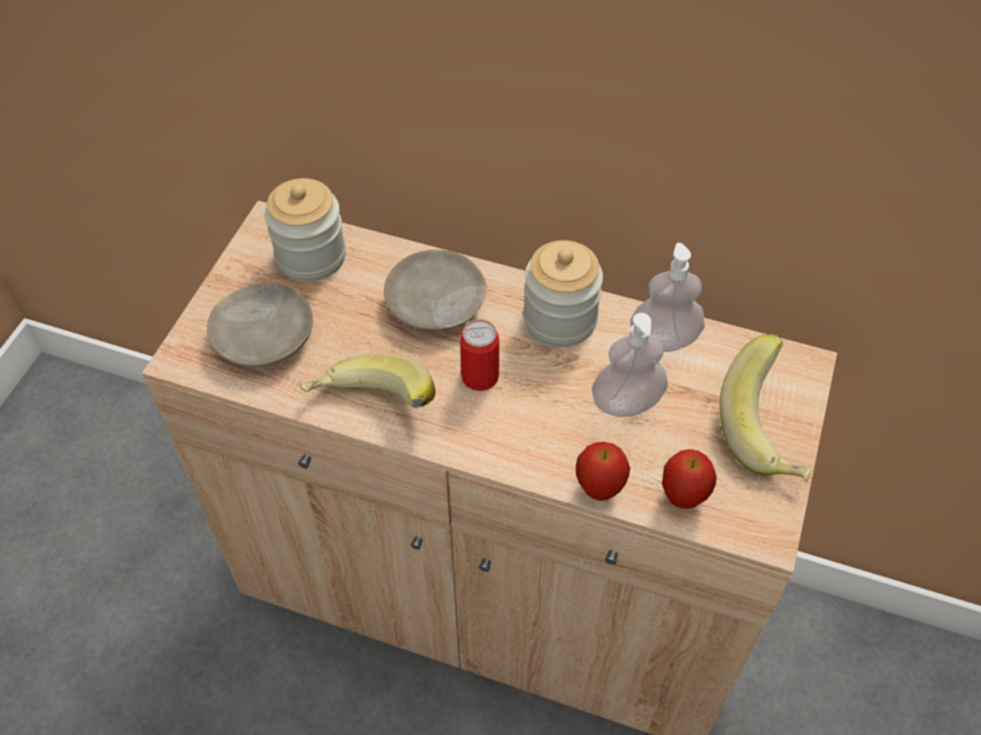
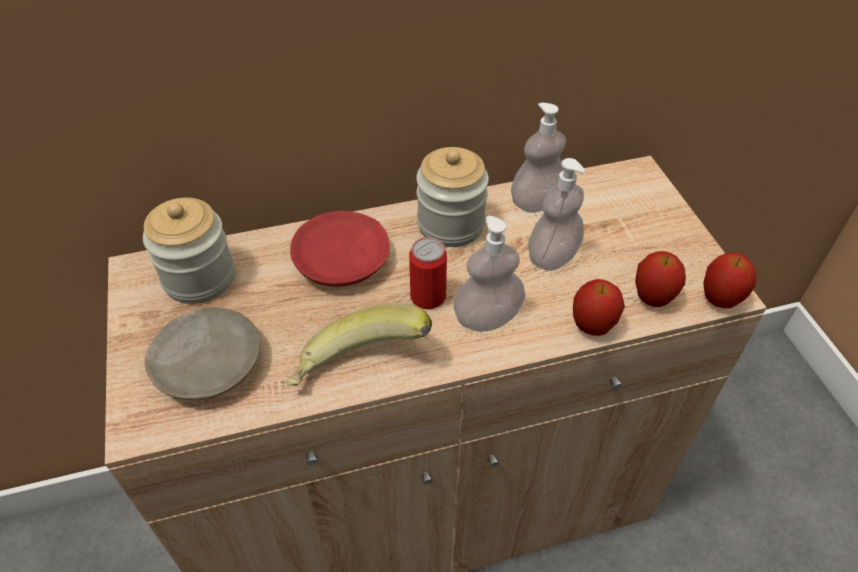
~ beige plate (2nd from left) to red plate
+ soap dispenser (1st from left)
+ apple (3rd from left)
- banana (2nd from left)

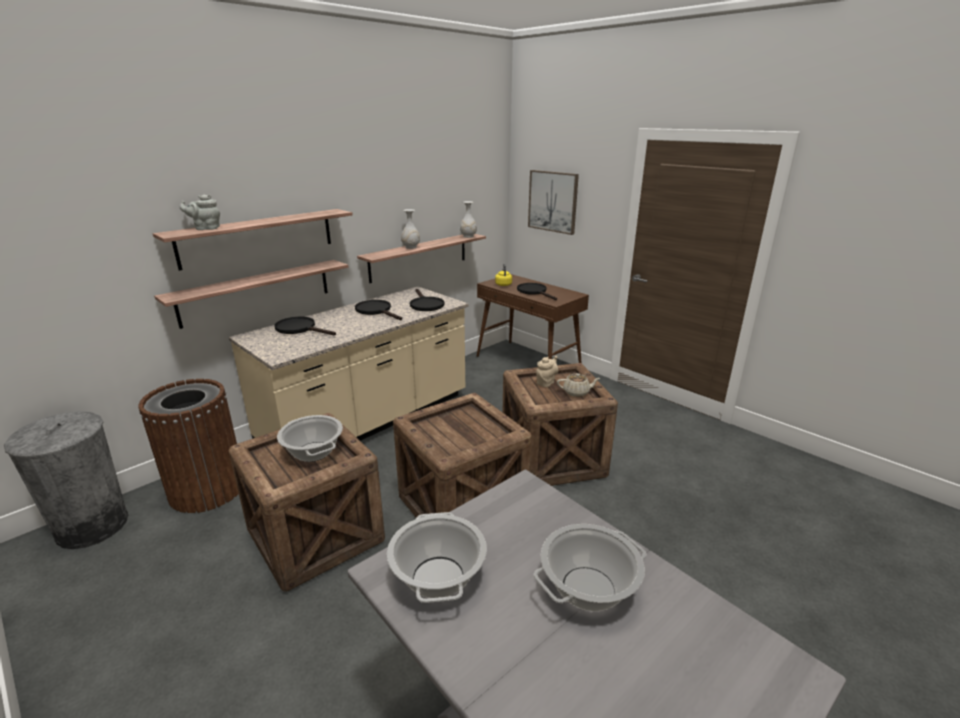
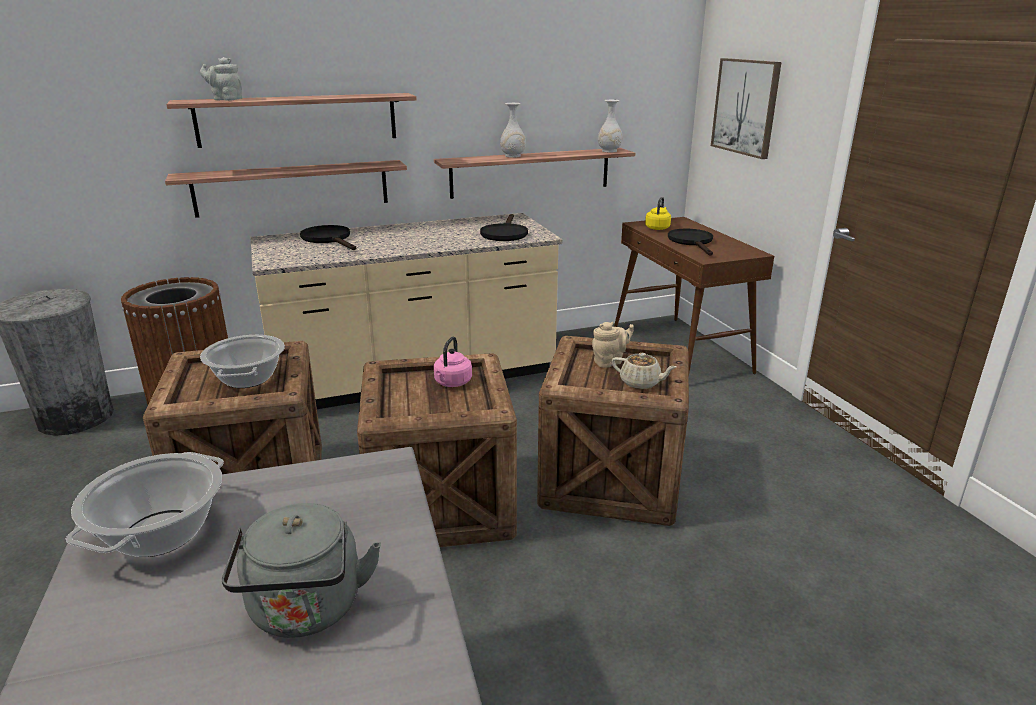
~ cooking pot (3rd from left) to grey kettle
+ pink kettle
- black frying pan (2nd from left)

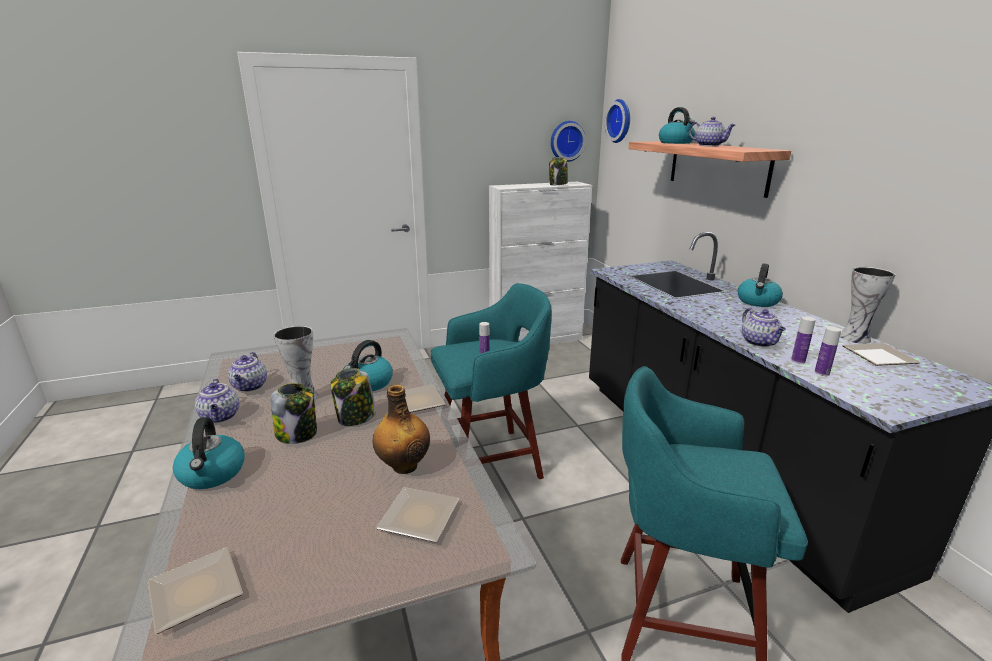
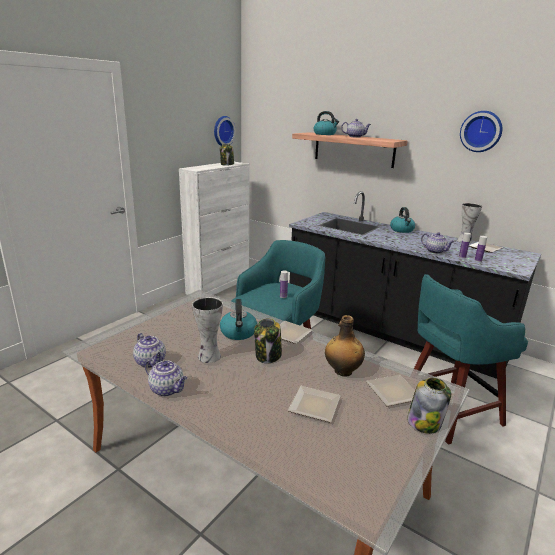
~ plate (1st from left in the first image) to plate (2nd from left)
~ jar (1st from left in the first image) to jar (3rd from left)
~ wall clock (2nd from left)
- kettle (1st from left)

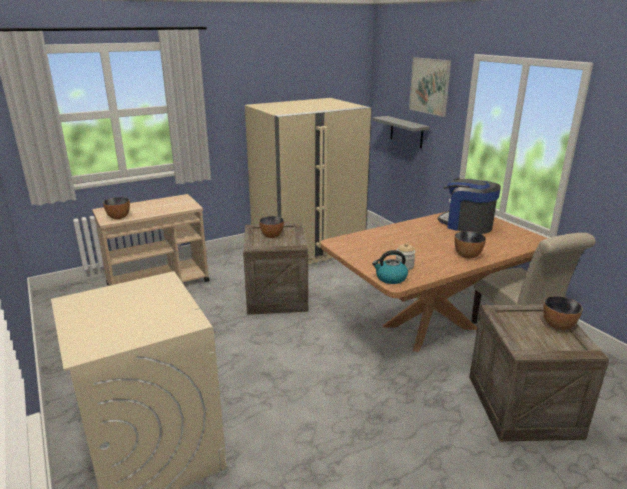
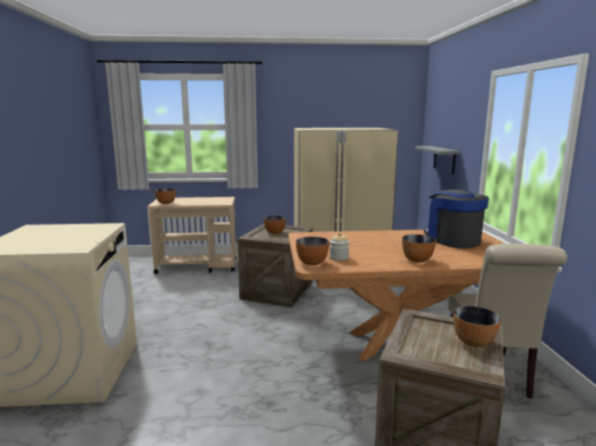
~ kettle to bowl (3rd from left)
- picture

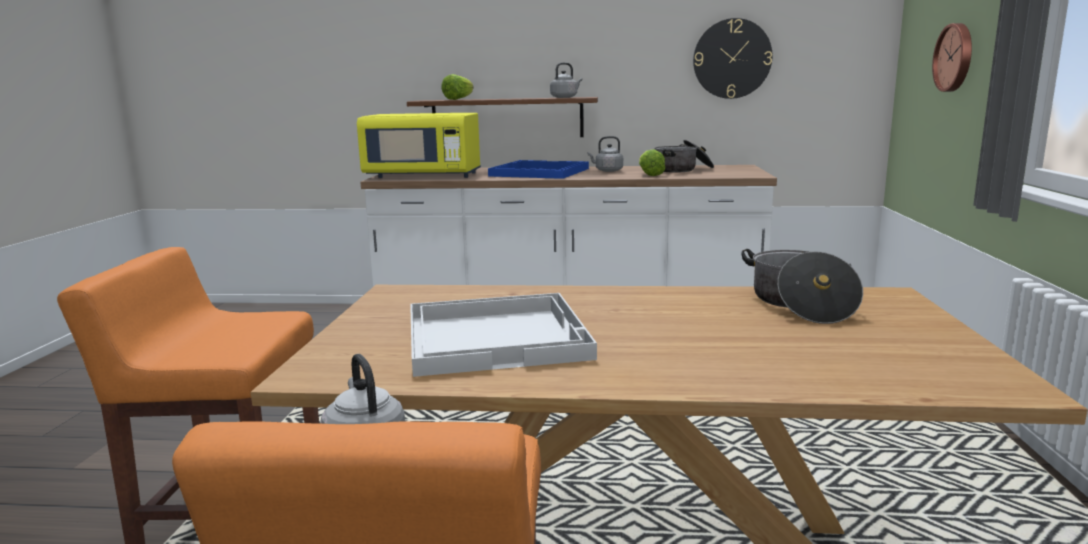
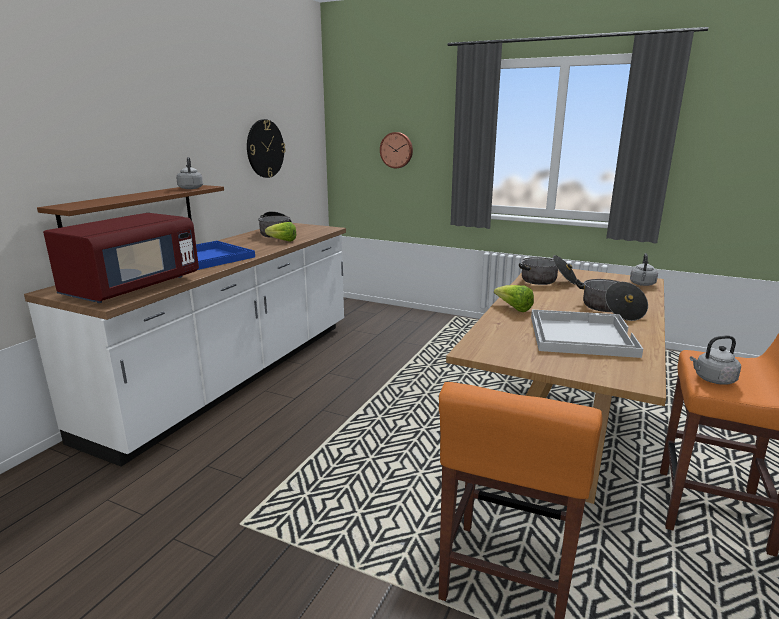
~ yellow microwave to red microwave
~ lettuce (1st from left in the first image) to lettuce (2nd from left)
+ cooking pot (3rd from left)
~ grey kettle (3rd from left in the first image) to grey kettle (2nd from left)

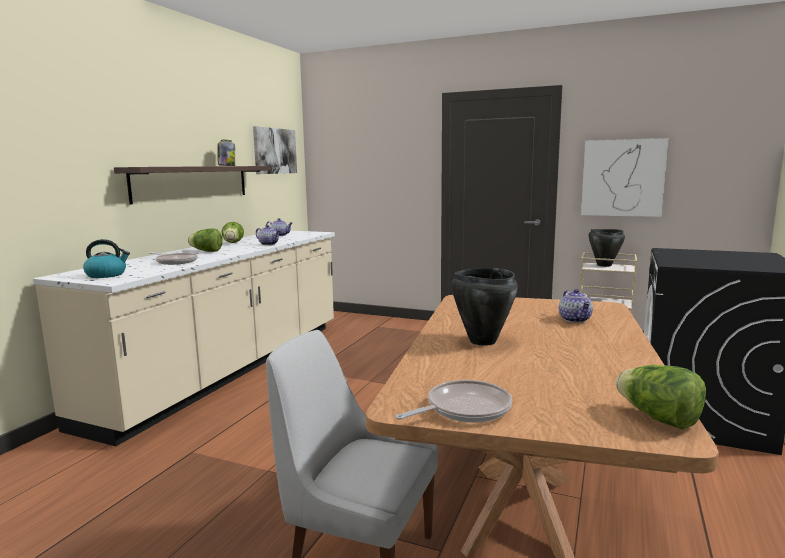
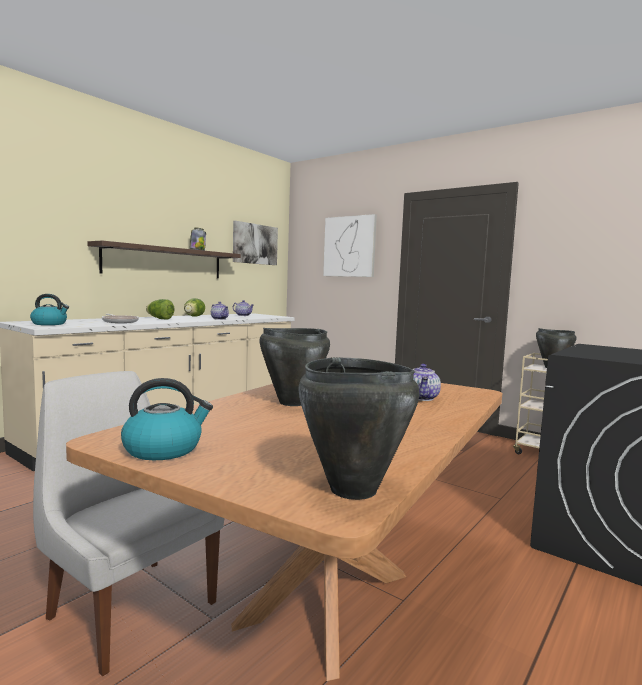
~ frying pan (2nd from left) to kettle (2nd from left)
~ lettuce (3rd from left) to black cooking pot (2nd from left)
~ picture (2nd from left)

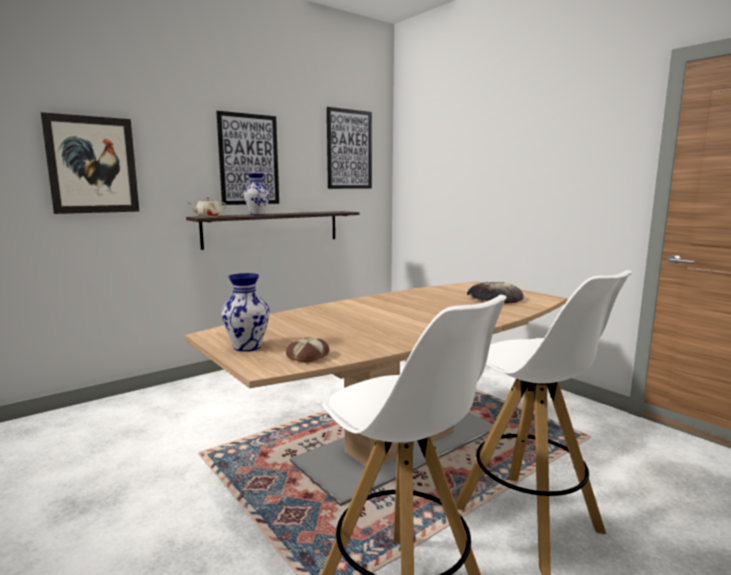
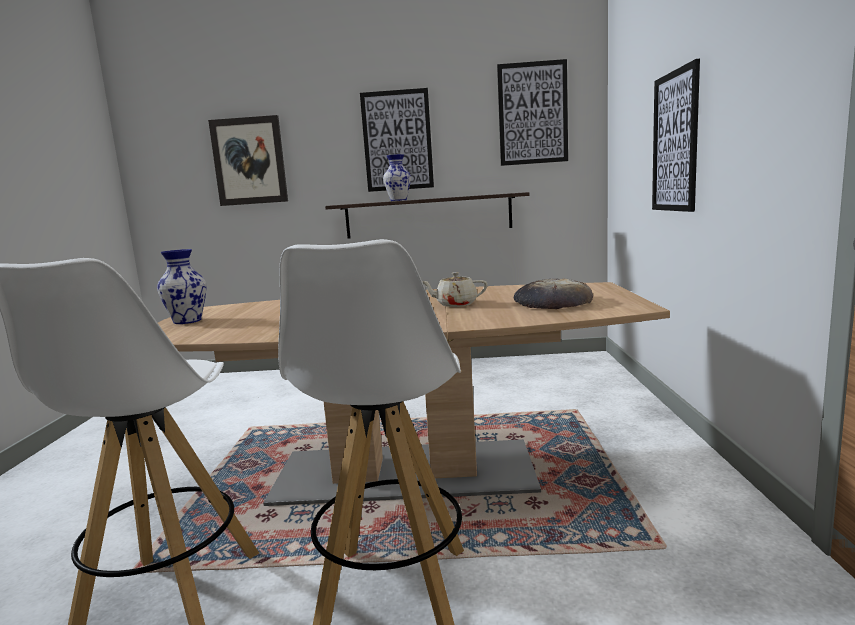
~ beige teapot
+ picture (4th from left)
- bread (1st from left)

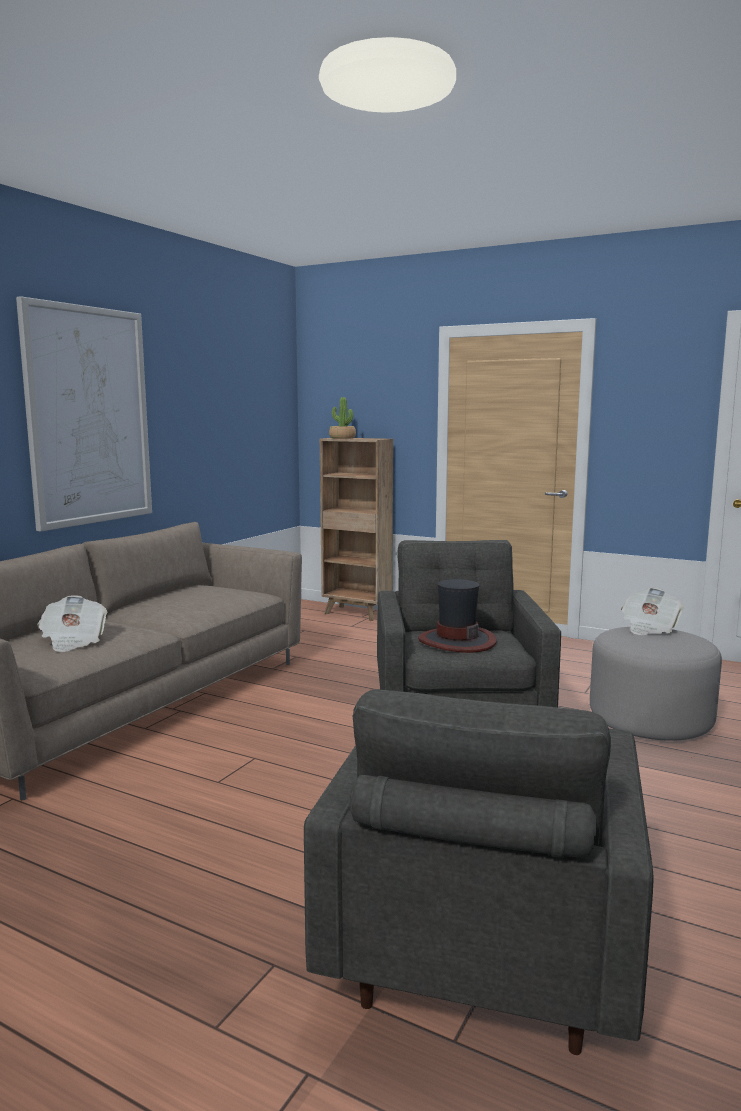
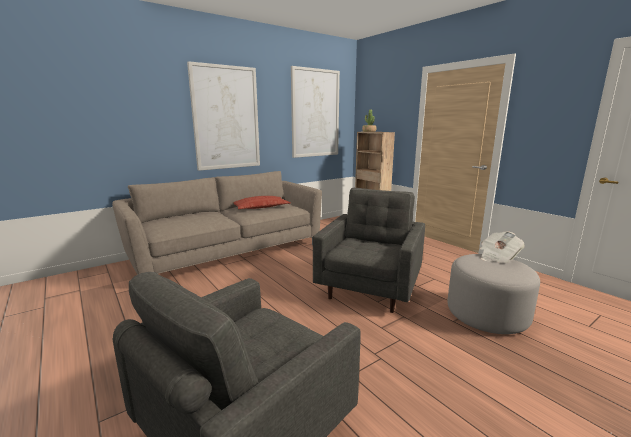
+ pillow
+ picture (2nd from left)
- newspaper (1st from left)
- hat

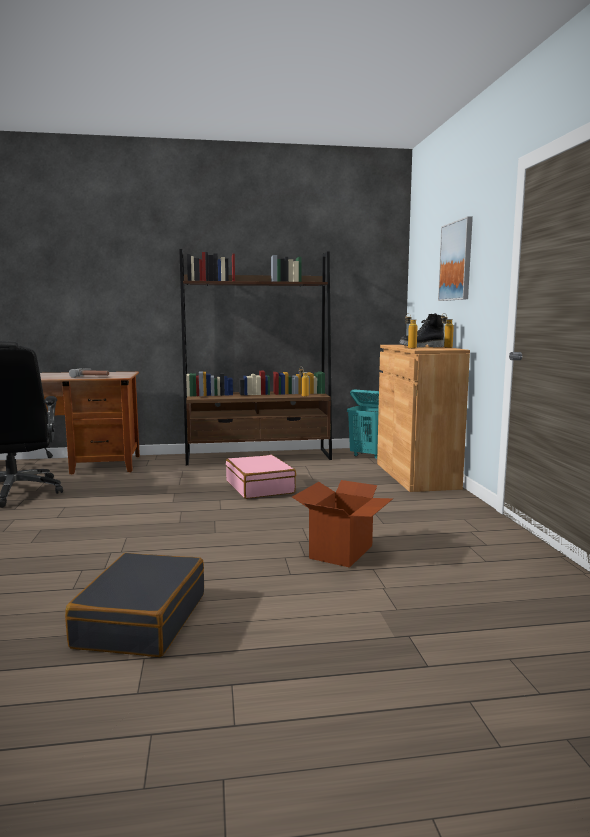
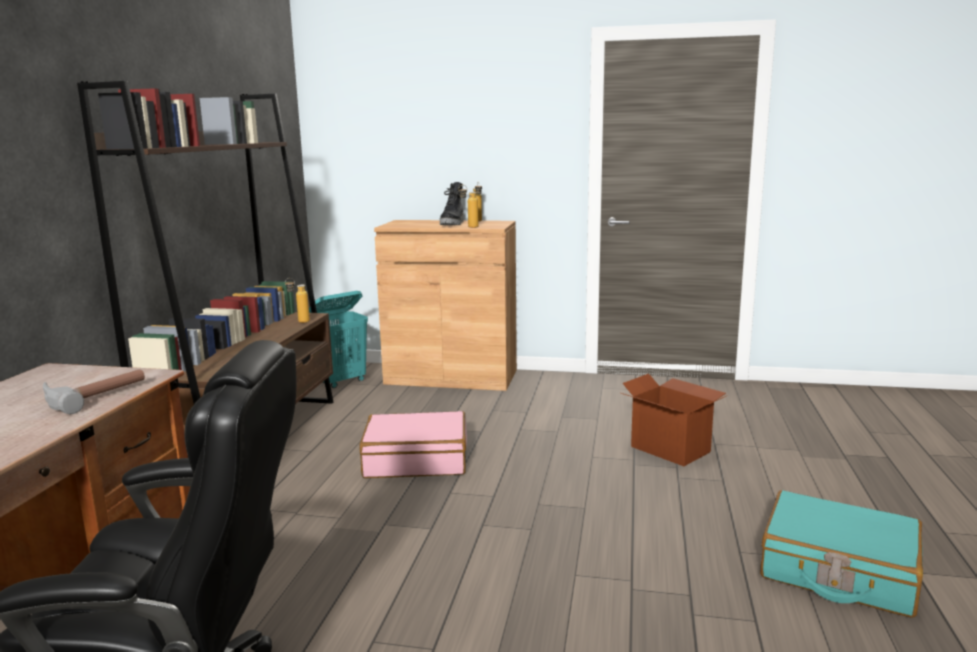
~ black suitcase to turquoise suitcase
- picture

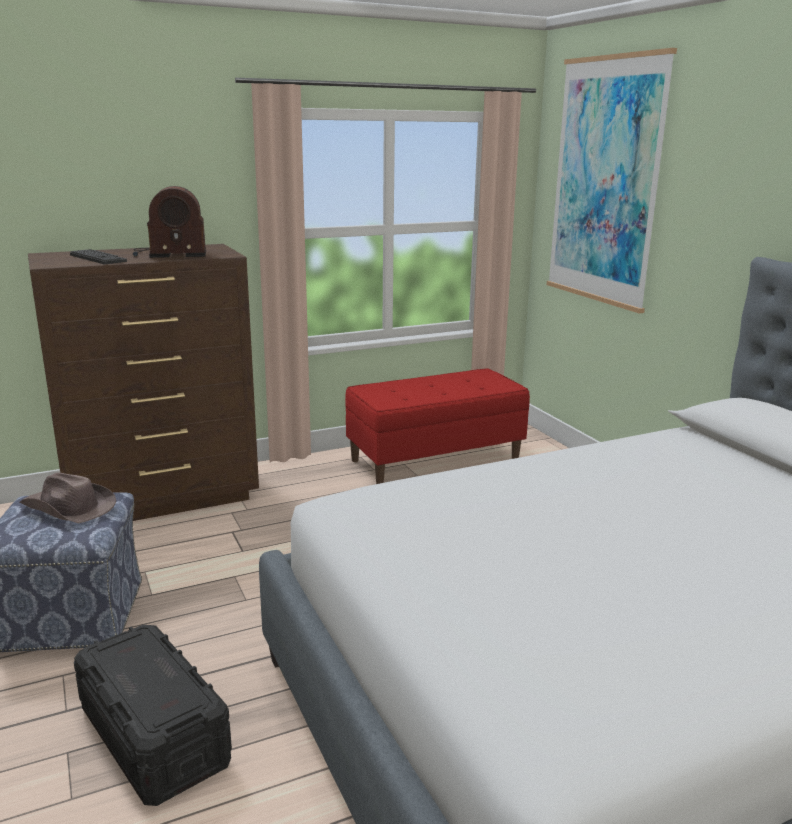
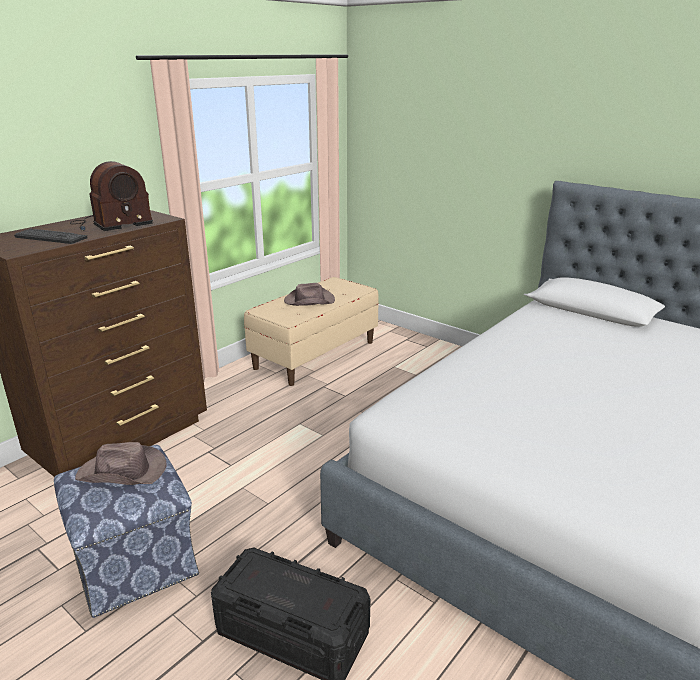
~ red bench to beige bench
+ brown hat (2nd from left)
- picture

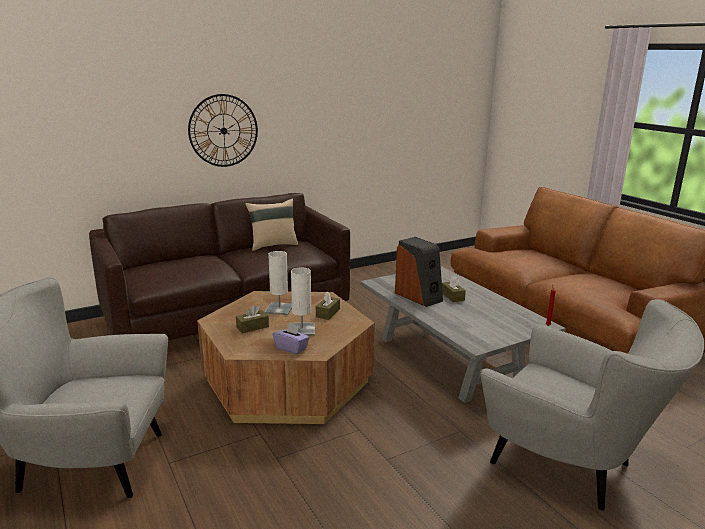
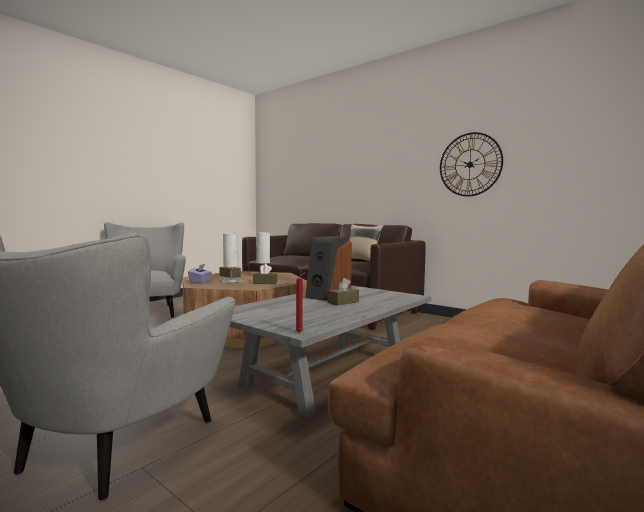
~ wall clock

